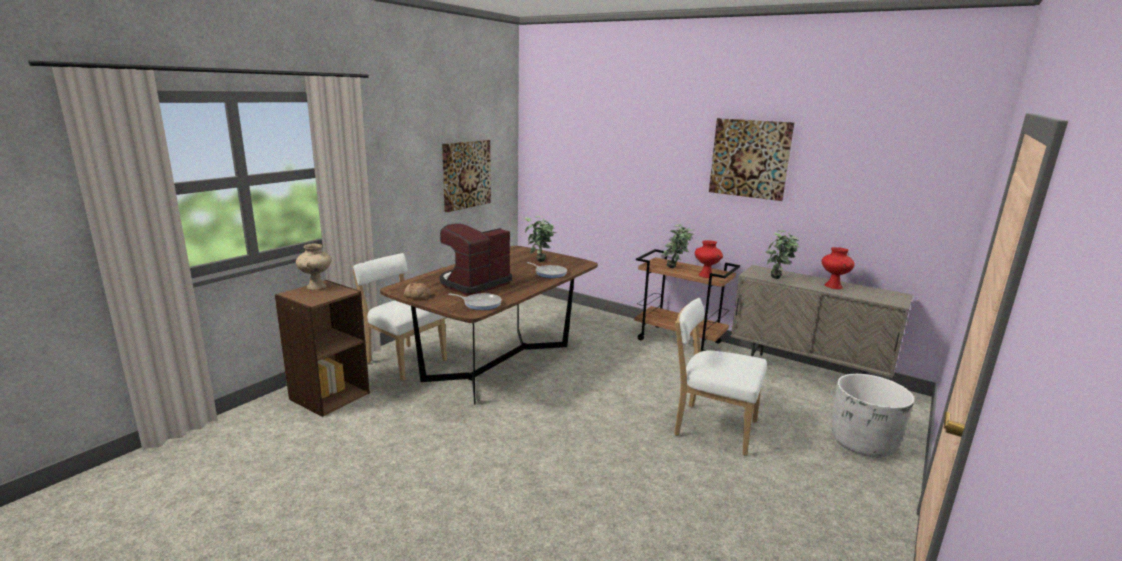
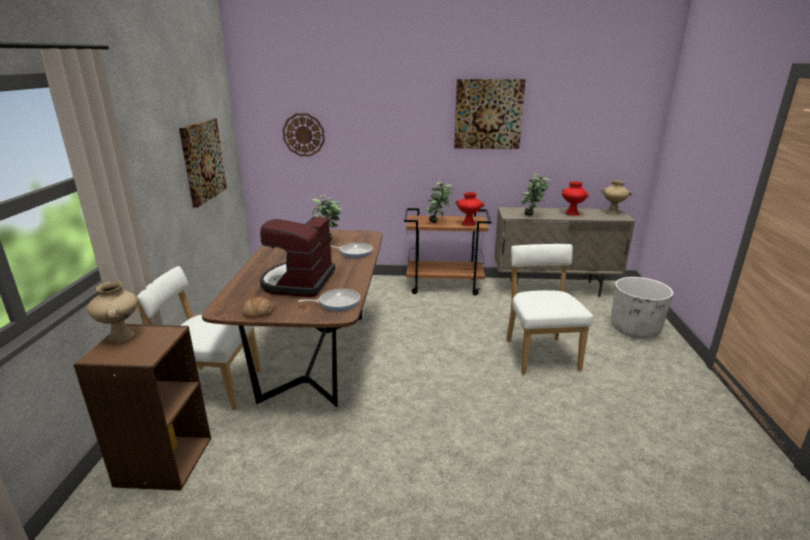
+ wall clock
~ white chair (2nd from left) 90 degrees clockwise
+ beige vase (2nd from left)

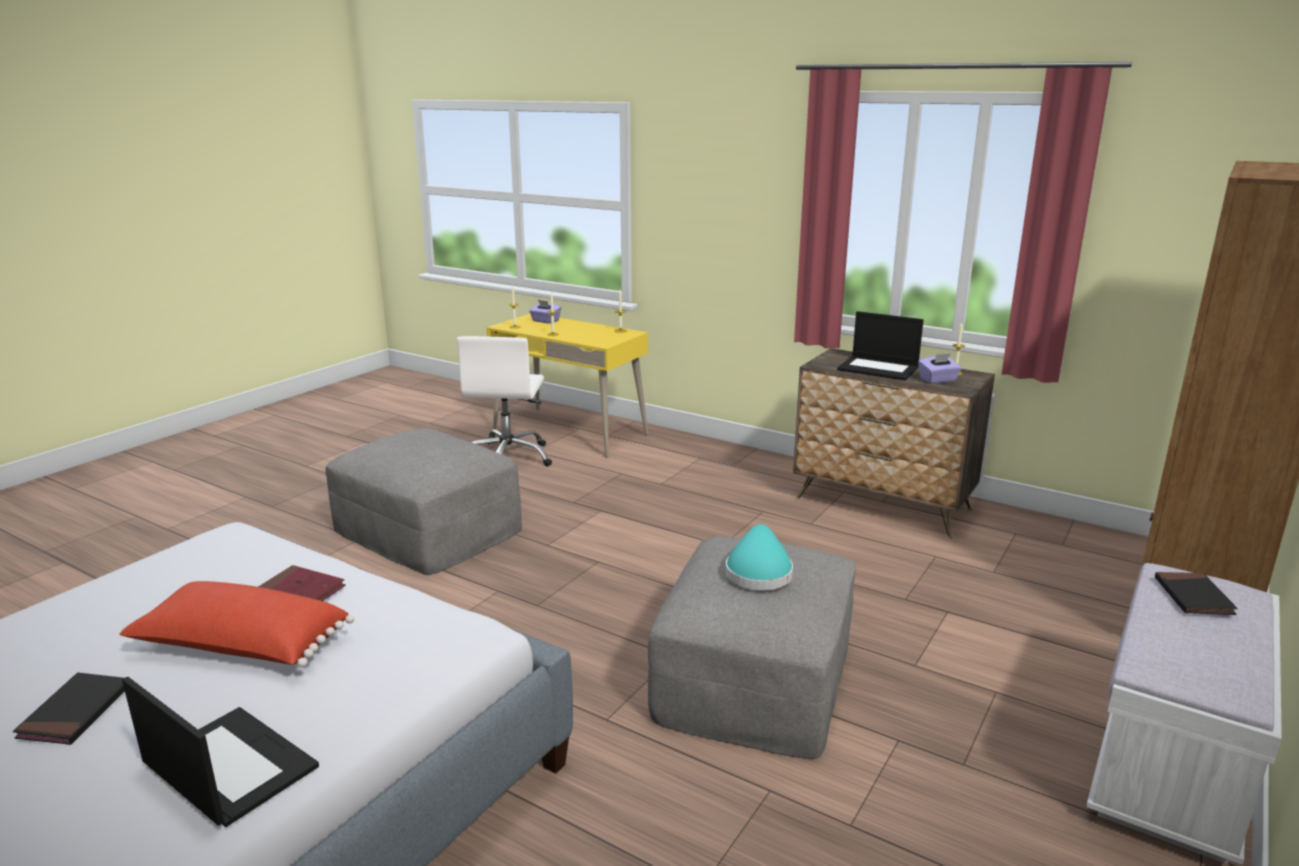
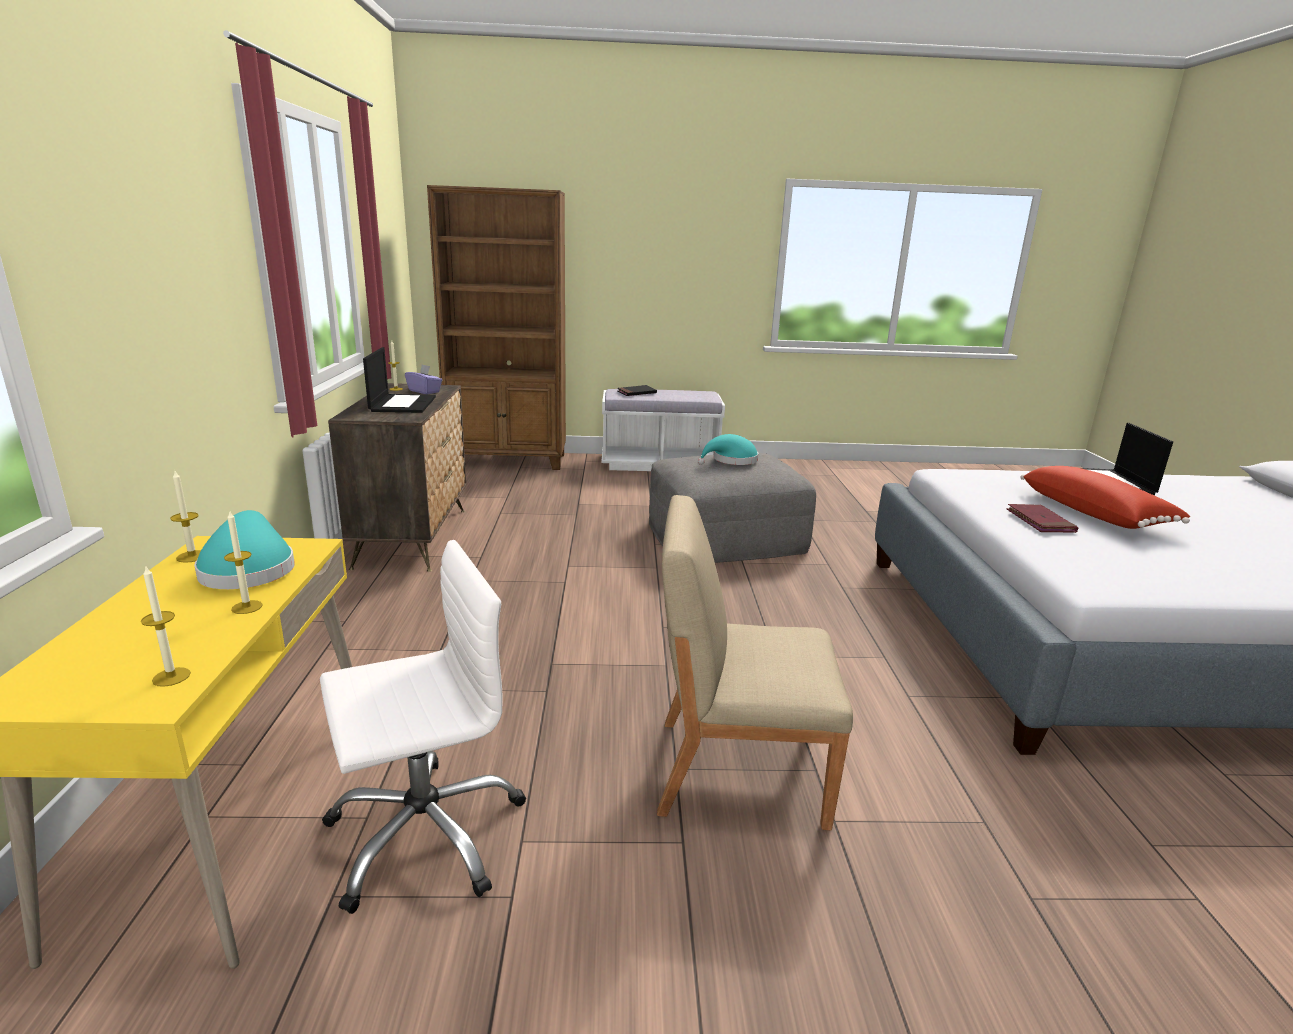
+ turquoise hat (1st from left)
~ grey ottoman (1st from left) to beige chair
- black book (1st from left)
- purple tissue box (1st from left)

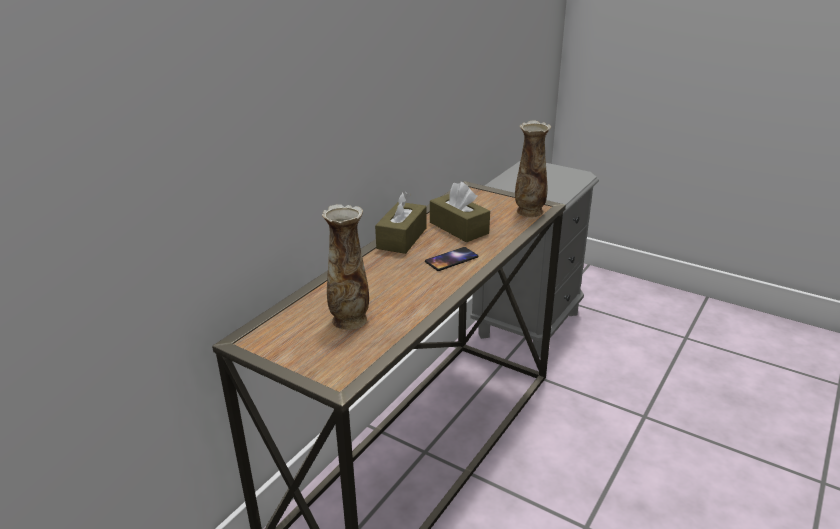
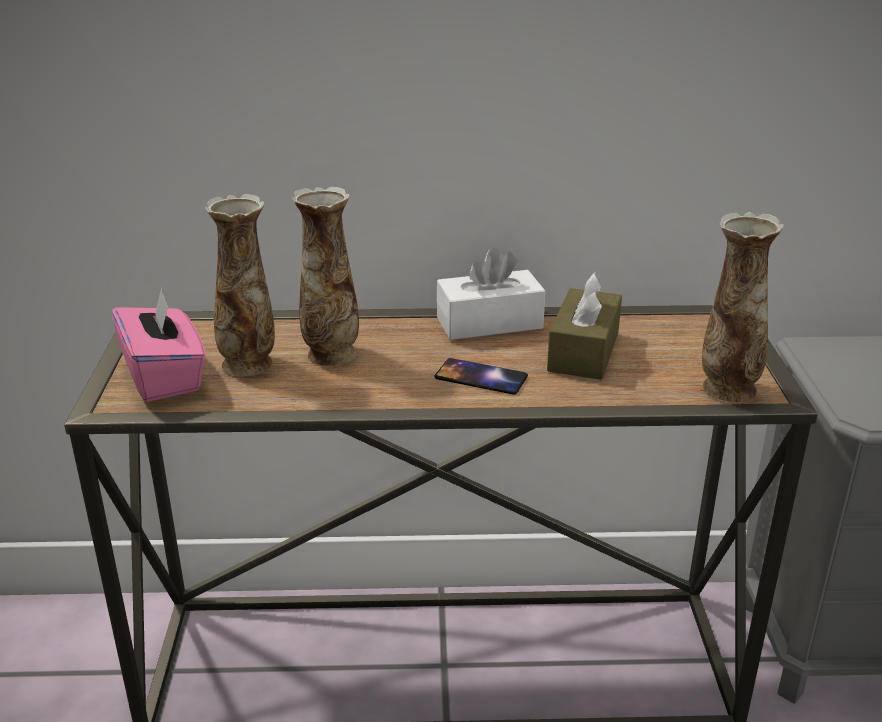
+ pink tissue box
+ vase (2nd from left)
~ brown tissue box (1st from left) to white tissue box

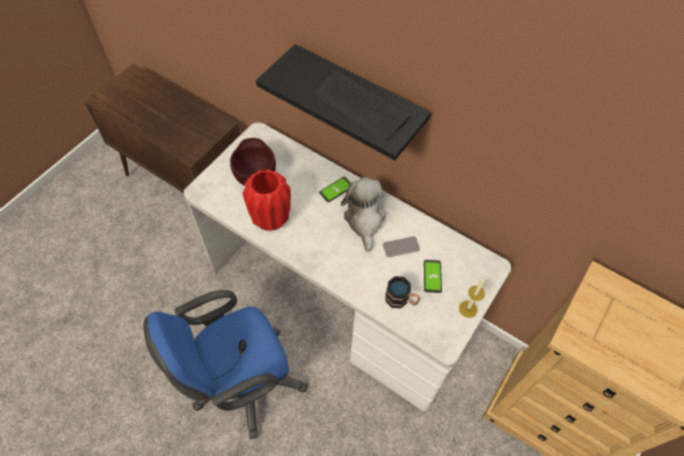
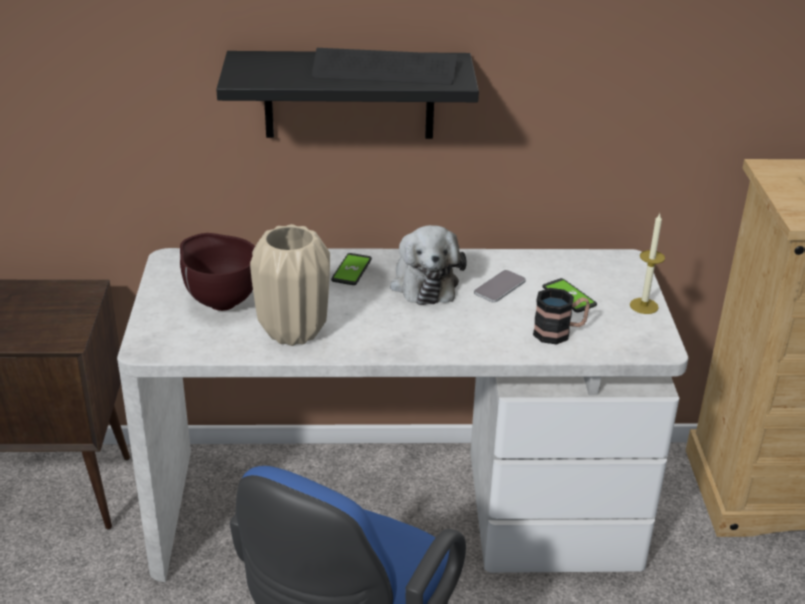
~ red vase to beige vase
~ plush toy 150 degrees counterclockwise

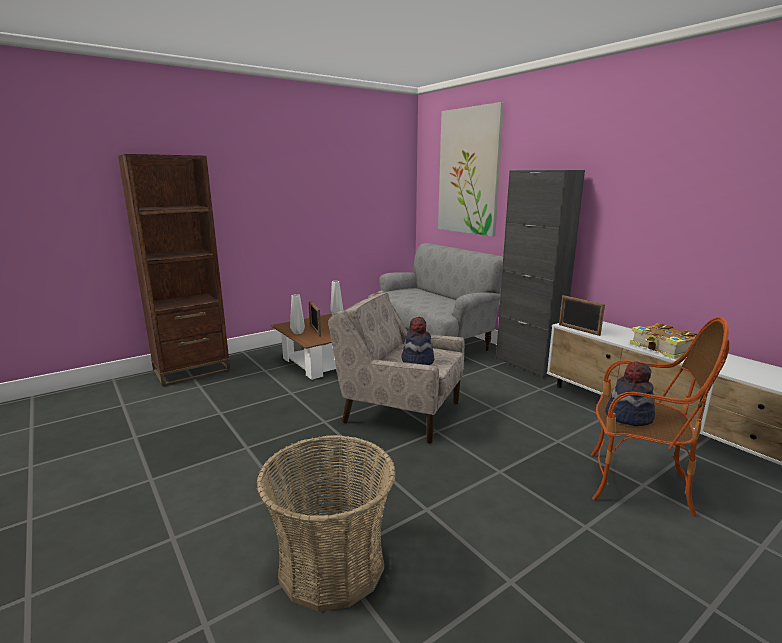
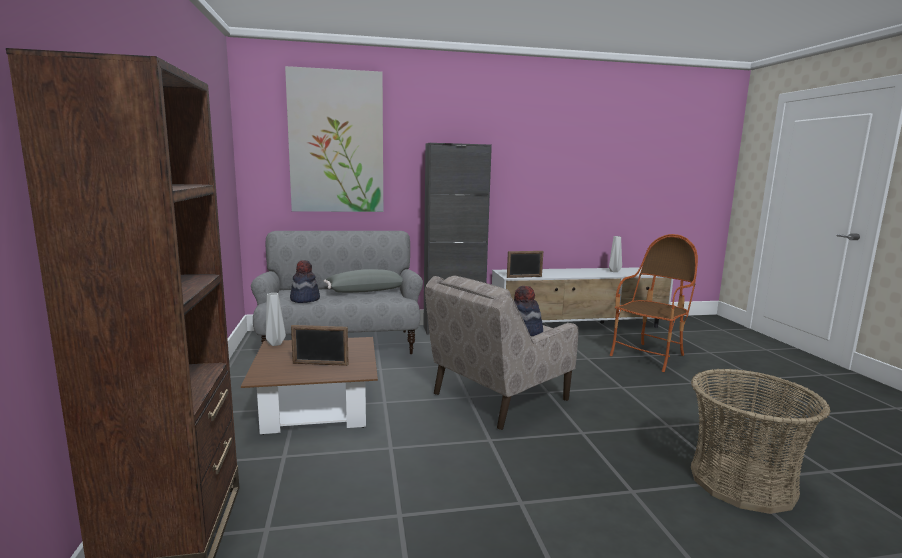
~ hat (2nd from left in the first image) to hat (1st from left)
+ grey pillow
~ grey vase (1st from left in the first image) to grey vase (2nd from left)
- book

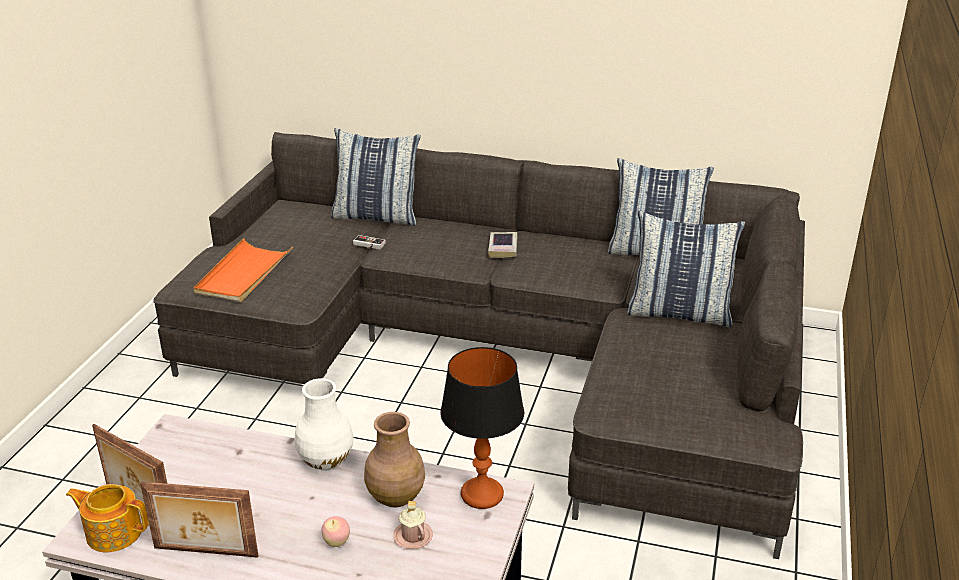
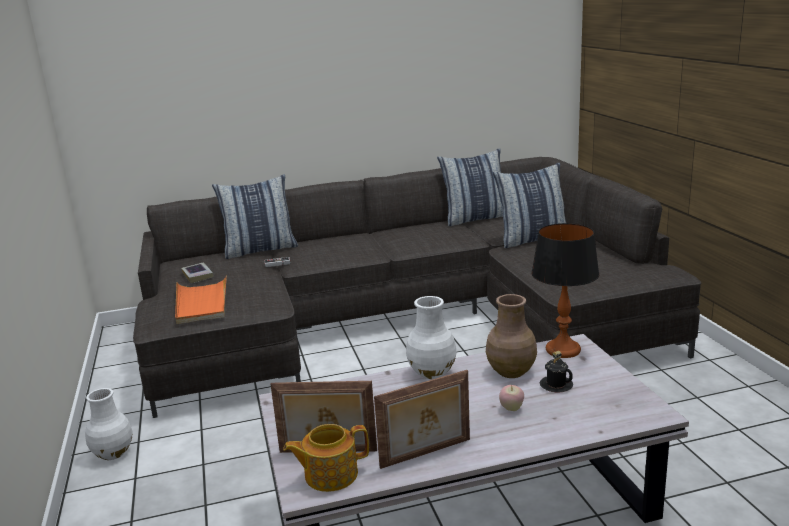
+ white vase (1st from left)
~ book
~ pink mug to black mug

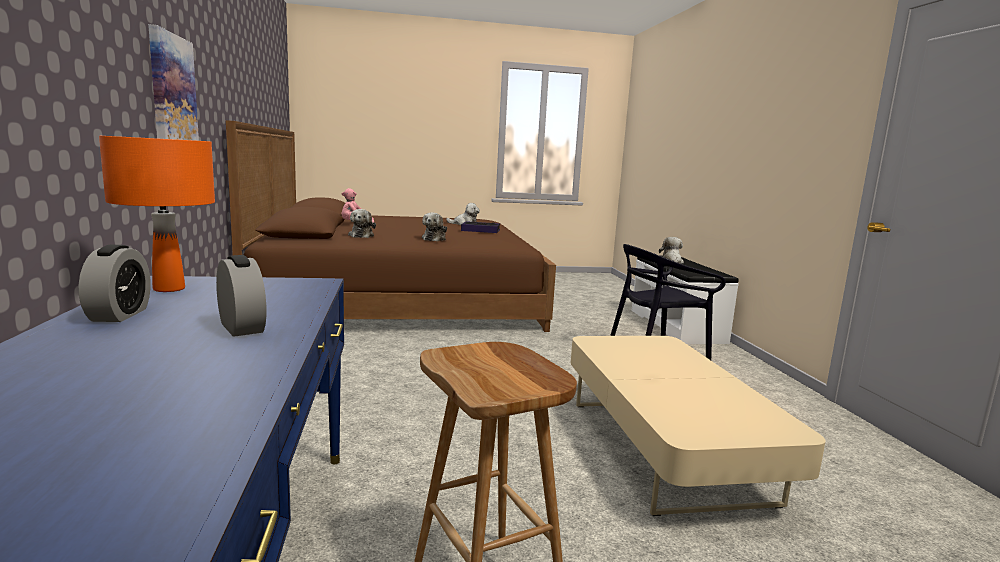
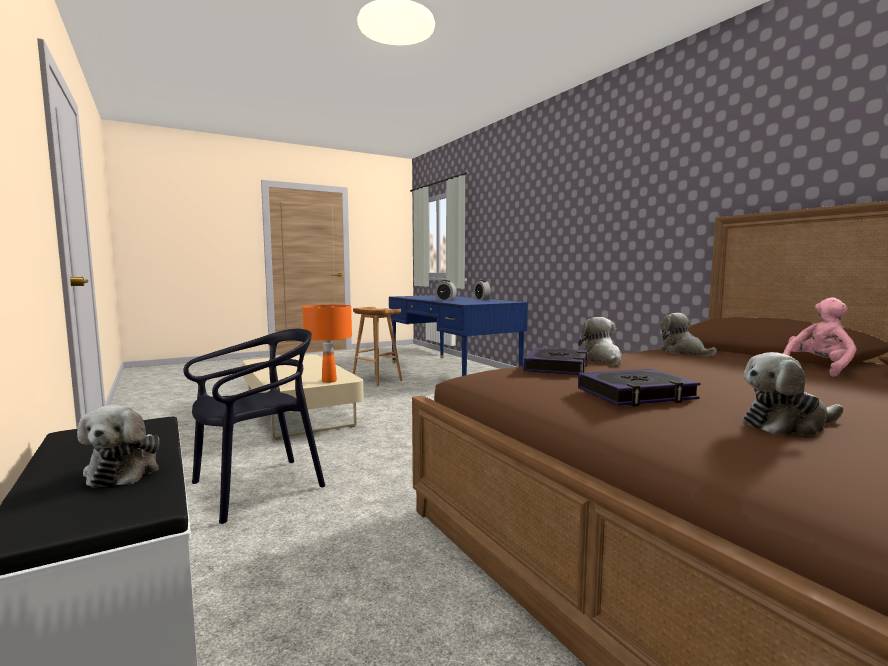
~ orange table lamp
+ book (1st from left)
- picture

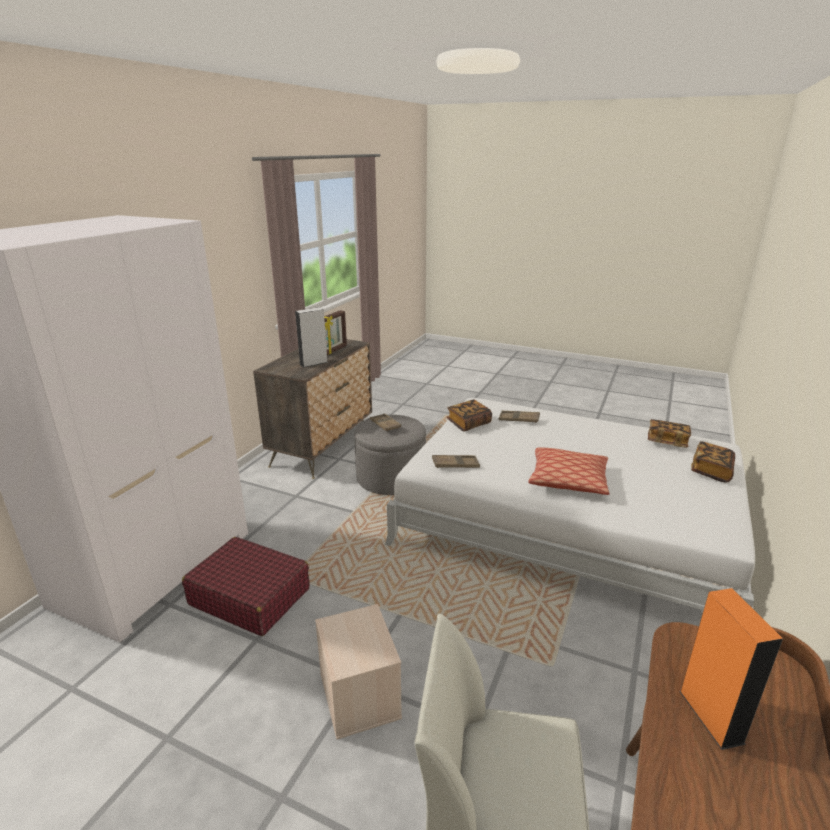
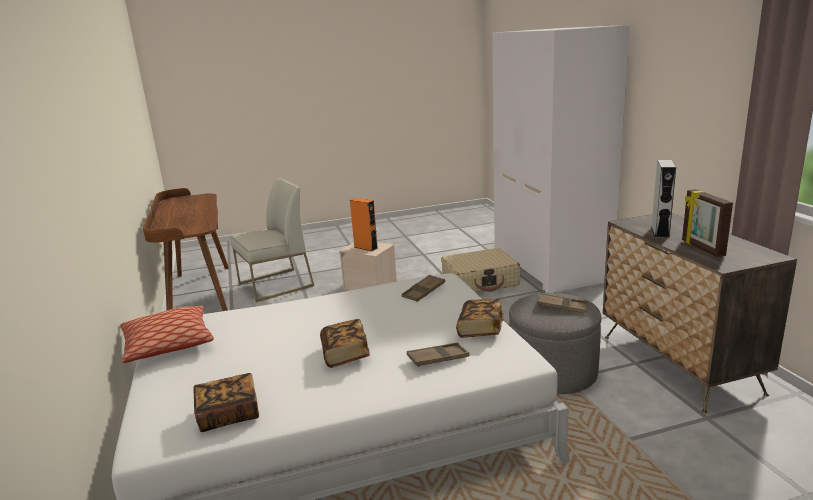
~ pillow
~ book (3rd from left in the first image) to book (2nd from left)
~ orange speaker
~ red suitcase to beige suitcase

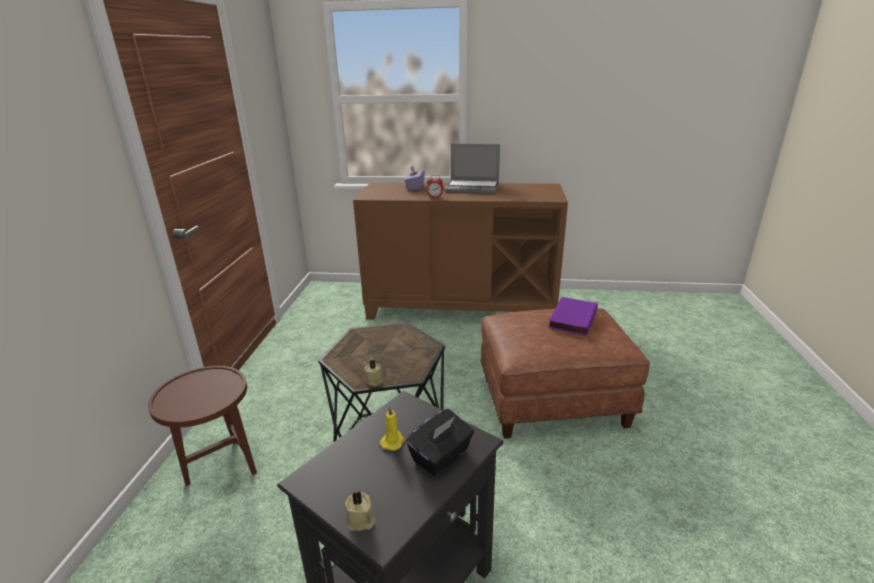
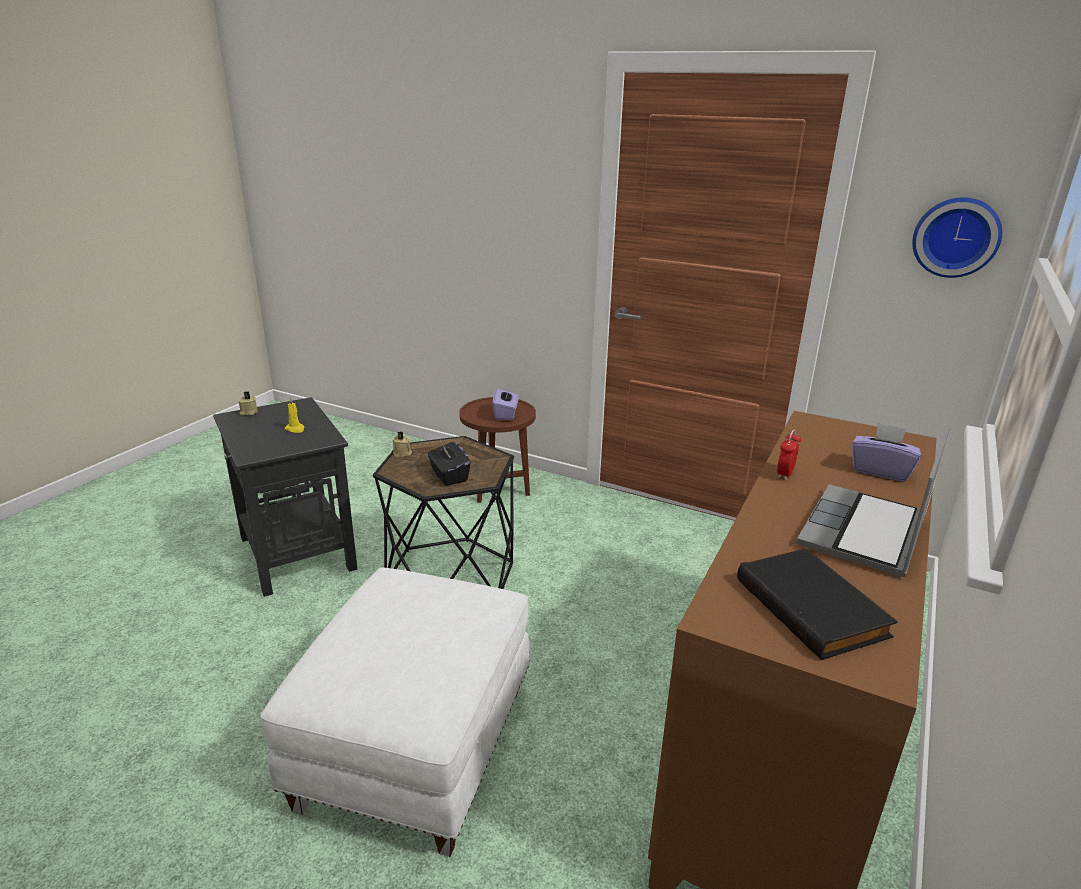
~ brown ottoman to white ottoman
~ black tissue box
+ purple tissue box (1st from left)
+ black book
+ wall clock
- purple book

